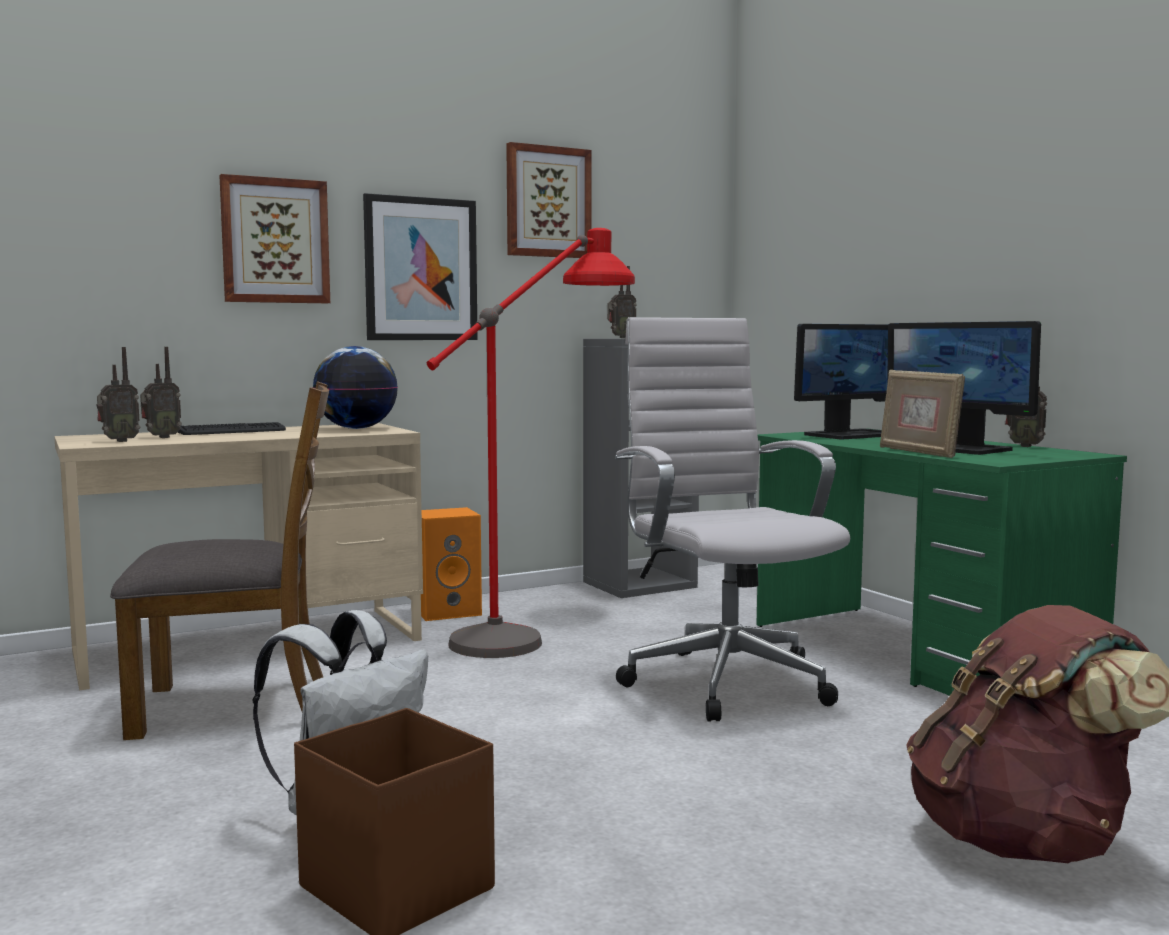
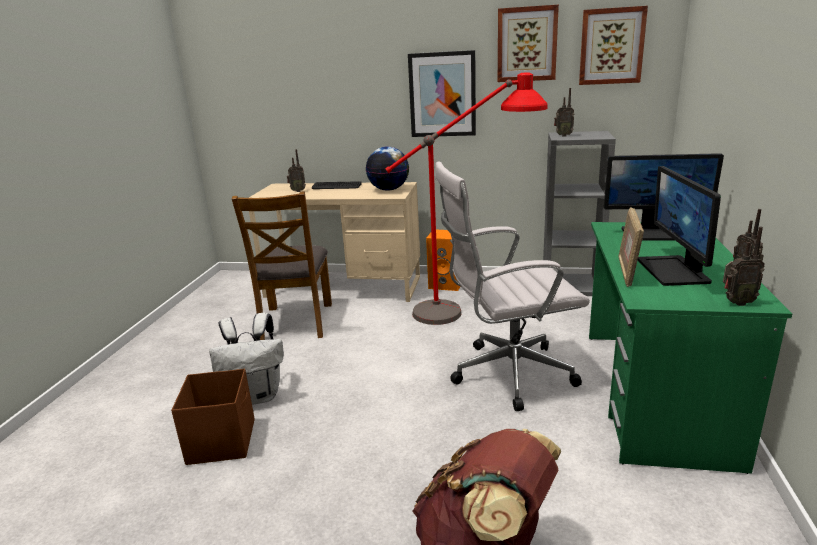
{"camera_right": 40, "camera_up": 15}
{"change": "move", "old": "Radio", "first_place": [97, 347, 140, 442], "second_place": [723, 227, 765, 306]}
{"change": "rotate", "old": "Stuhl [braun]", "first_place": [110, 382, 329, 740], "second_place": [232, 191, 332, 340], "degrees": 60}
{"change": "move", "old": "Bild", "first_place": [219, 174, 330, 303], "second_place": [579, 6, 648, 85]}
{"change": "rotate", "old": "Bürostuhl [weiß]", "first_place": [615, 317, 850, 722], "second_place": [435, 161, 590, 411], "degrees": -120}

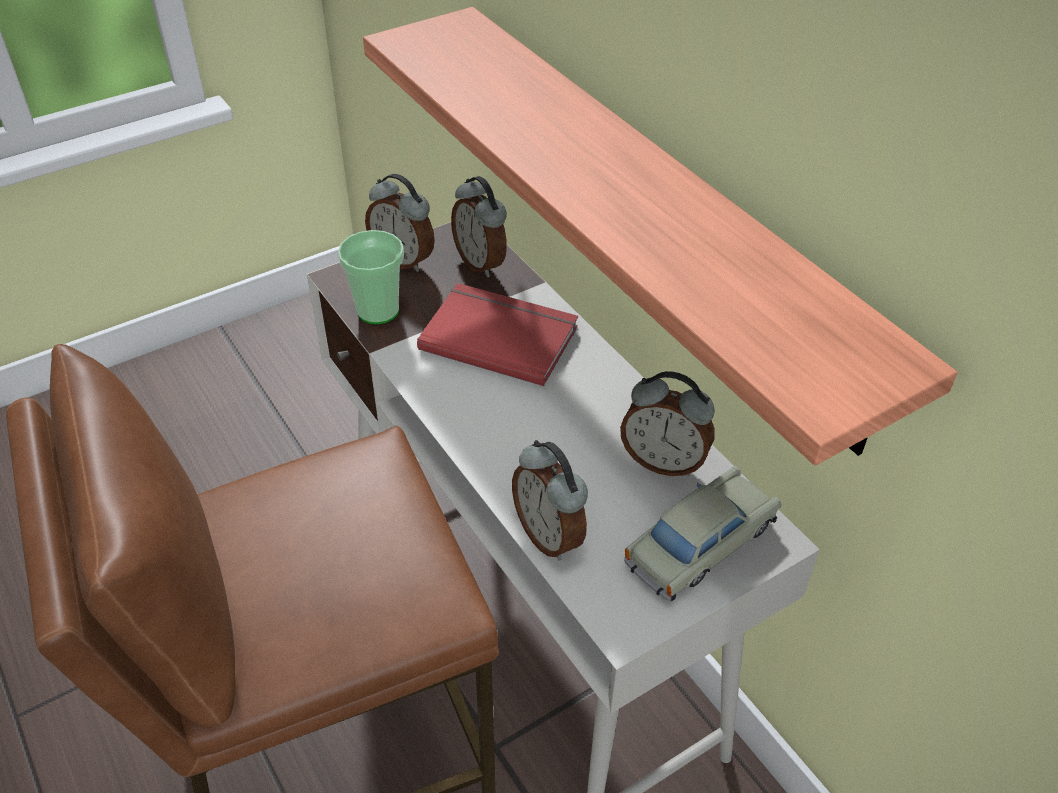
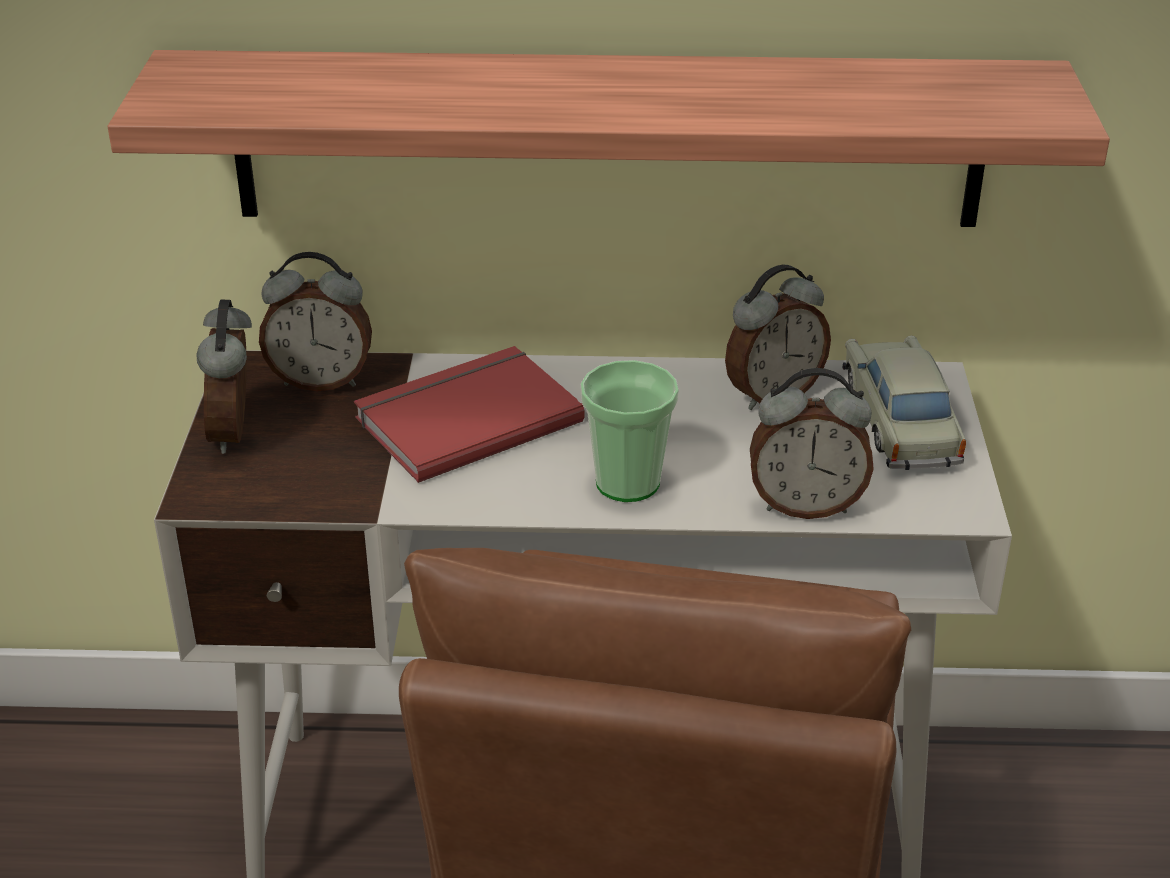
{"camera_right": -55, "camera_up": -10}
{"change": "move", "old": "Tasse", "first_place": [338, 230, 404, 324], "second_place": [580, 360, 679, 502]}
{"change": "rotate", "old": "Wecker", "first_place": [365, 174, 435, 272], "second_place": [196, 299, 252, 454], "degrees": 105}

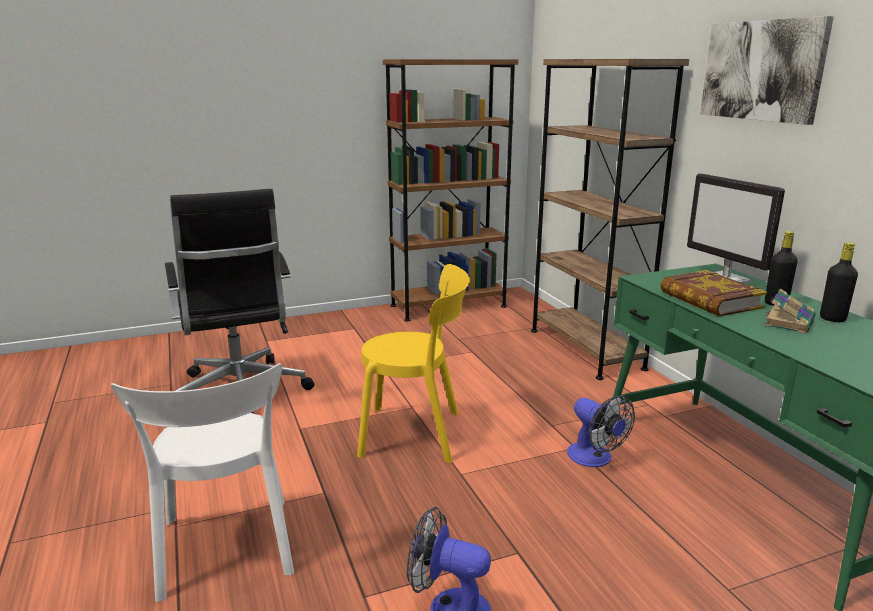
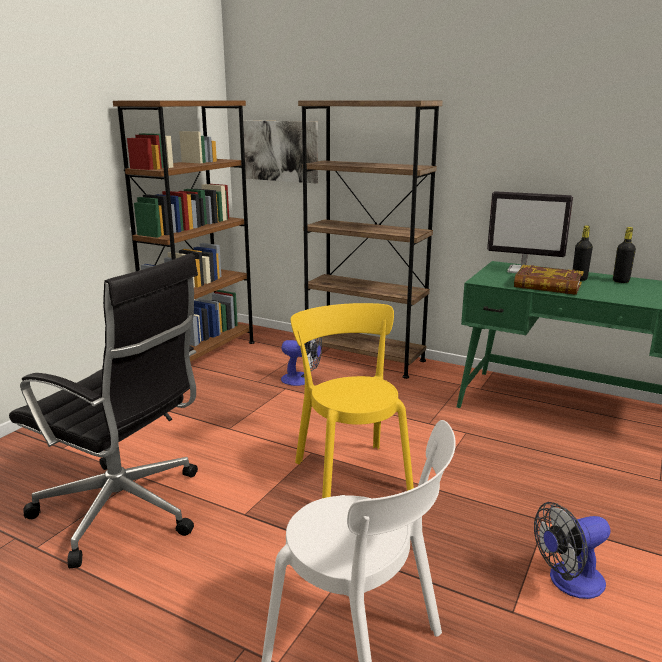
{"camera_right": -40, "camera_up": 0}
{"change": "rotate", "old": "Stuhl [gelb]", "first_place": [357, 264, 470, 463], "second_place": [291, 303, 414, 498], "degrees": -75}
{"change": "move", "old": "Ventilator", "first_place": [567, 396, 635, 467], "second_place": [281, 337, 322, 386]}
{"change": "move", "old": "Bild", "first_place": [700, 16, 834, 125], "second_place": [243, 120, 318, 183]}
{"change": "delete", "old": "Buch", "first_place": [763, 289, 815, 333]}

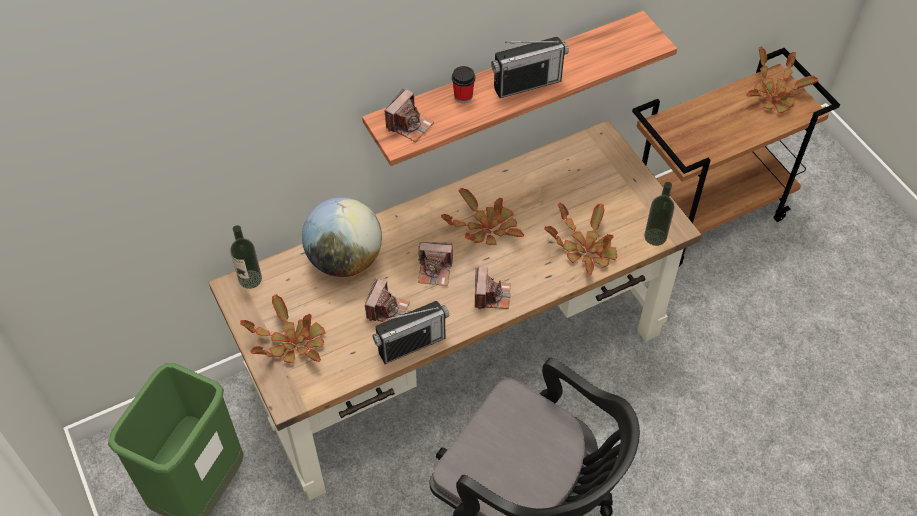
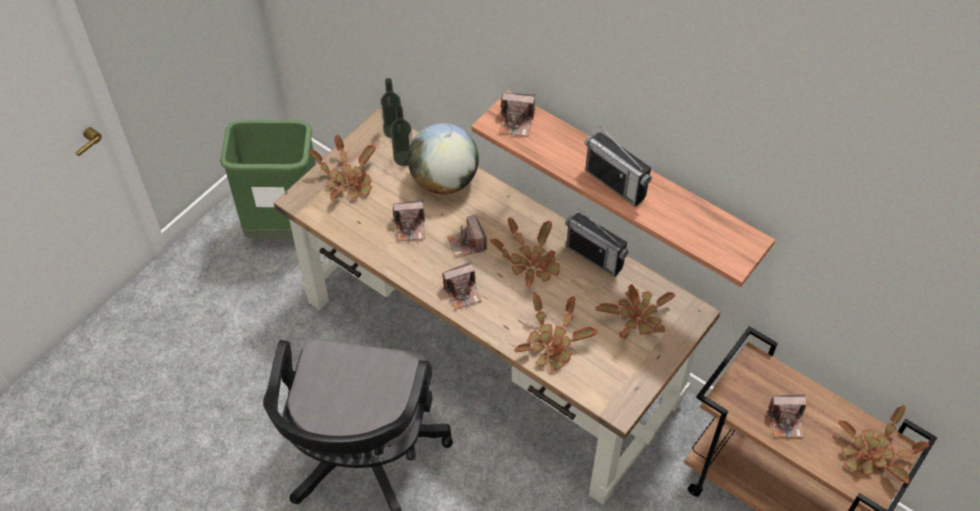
{"camera_right": 65, "camera_up": 0}
{"change": "move", "old": "Radio", "first_place": [372, 301, 449, 364], "second_place": [565, 209, 629, 277]}
{"change": "delete", "old": "Tasse", "first_place": [452, 66, 475, 103]}
{"change": "move", "old": "Flasche", "first_place": [644, 182, 675, 246], "second_place": [391, 106, 413, 166]}
{"change": "insert", "new": "Topfpflanze", "second_place": [596, 284, 675, 339]}
{"change": "insert", "new": "Kamera", "second_place": [767, 394, 807, 438]}

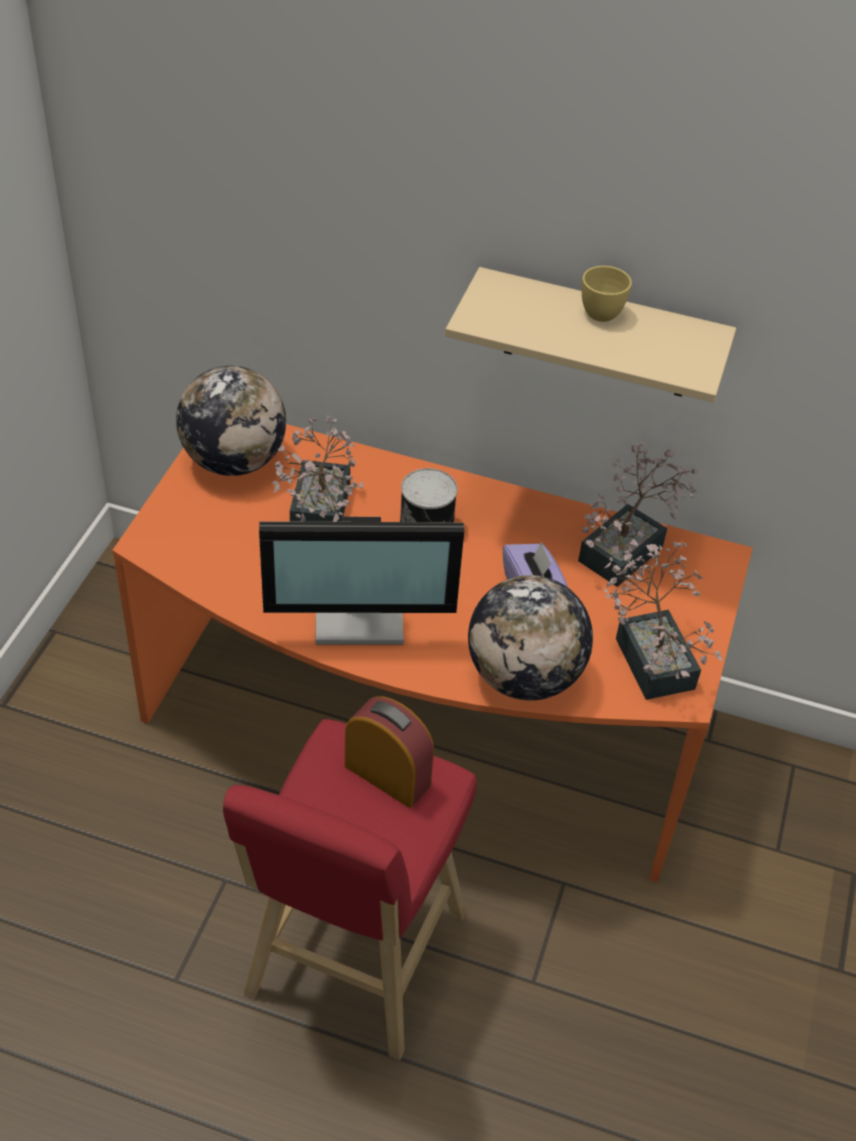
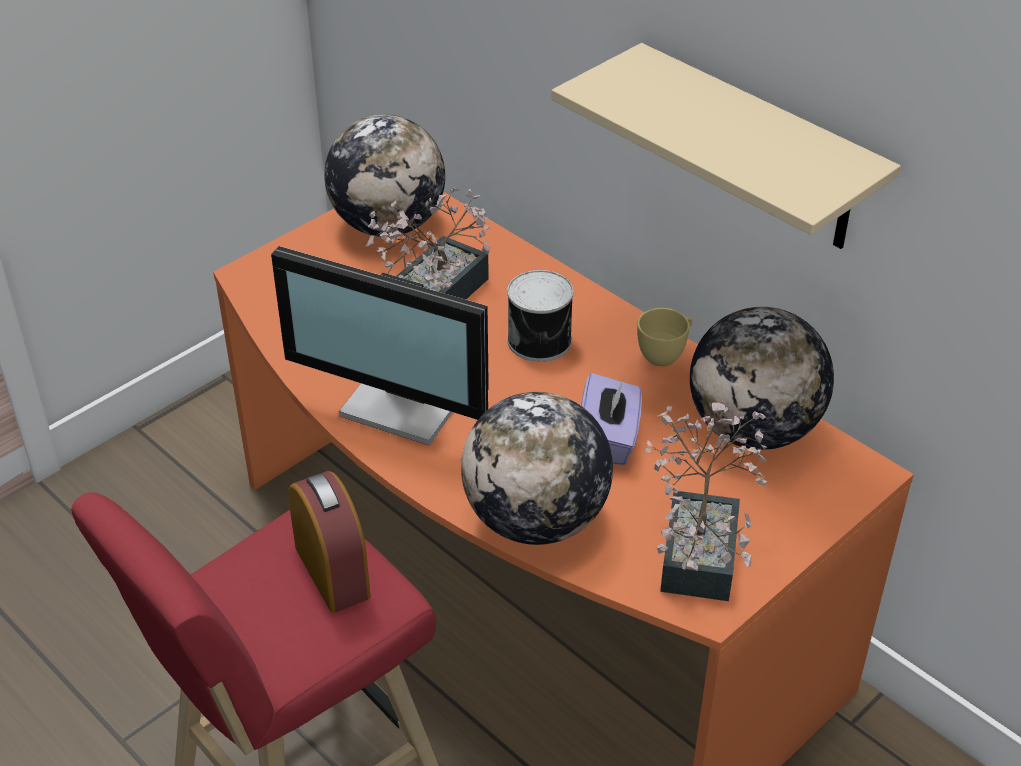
{"camera_right": 30, "camera_up": -5}
{"change": "replace", "old": "Topfpflanze", "new": "Globus", "first_place": [578, 441, 698, 587], "second_place": [690, 307, 834, 450]}
{"change": "move", "old": "Tasse [gelb]", "first_place": [582, 266, 632, 322], "second_place": [637, 308, 692, 366]}

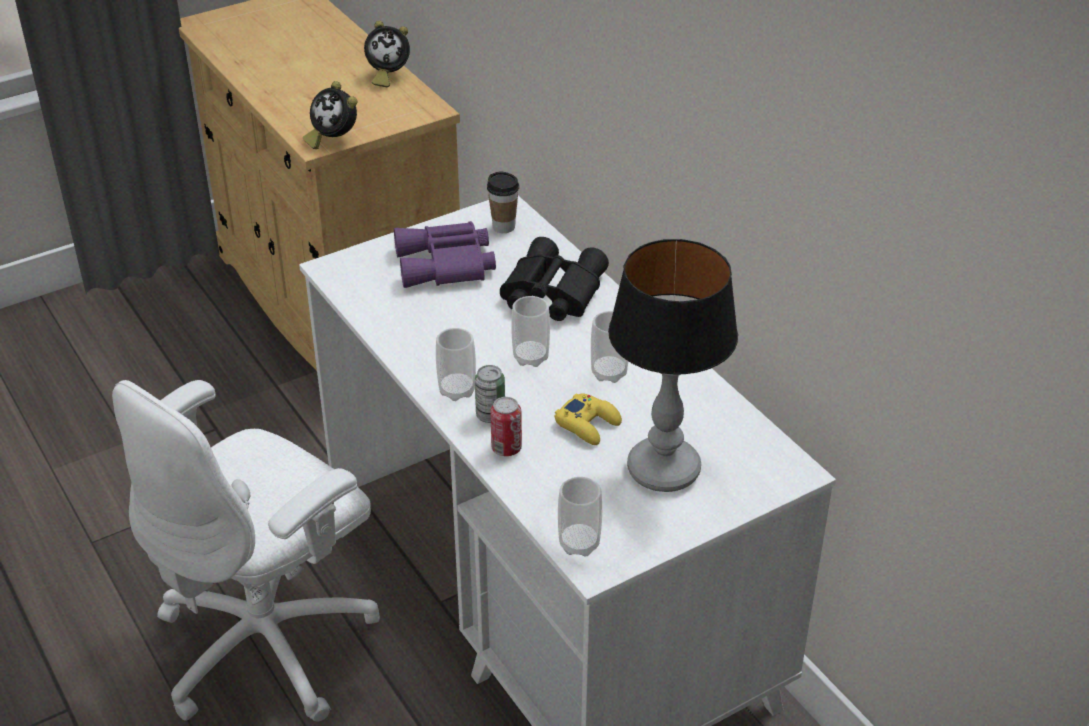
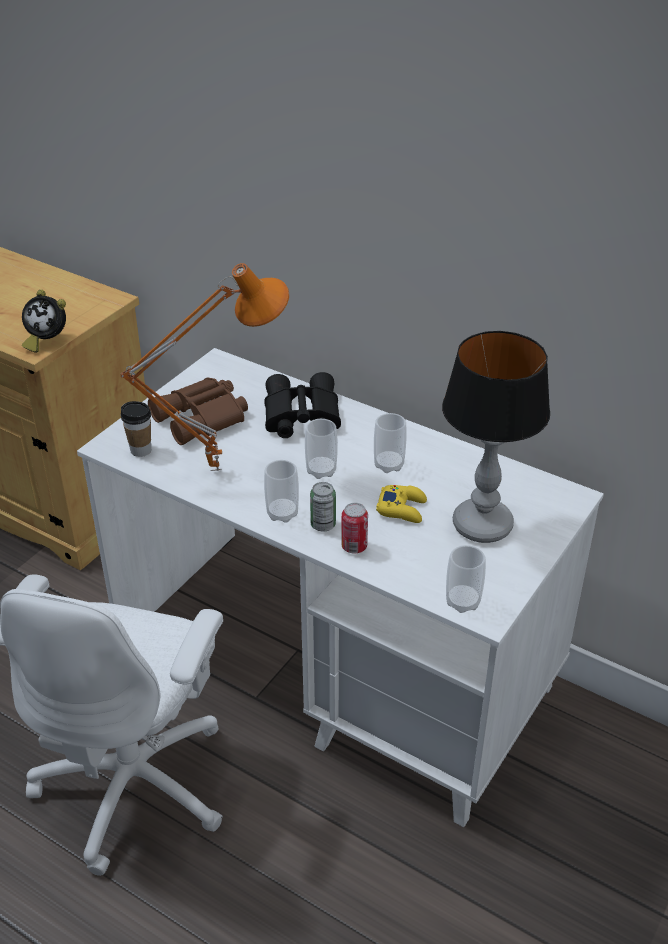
{"camera_right": -25, "camera_up": 0}
{"change": "delete", "old": "Wecker", "first_place": [364, 21, 410, 87]}
{"change": "recolor", "old": "Fernglas [lila]", "new": "Fernglas [braun]", "first_place": [394, 221, 496, 288], "second_place": [148, 378, 248, 445]}
{"change": "move", "old": "Tasse", "first_place": [487, 172, 519, 233], "second_place": [121, 401, 151, 457]}
{"change": "insert", "new": "Tischlampe [orange]", "second_place": [121, 263, 289, 471]}

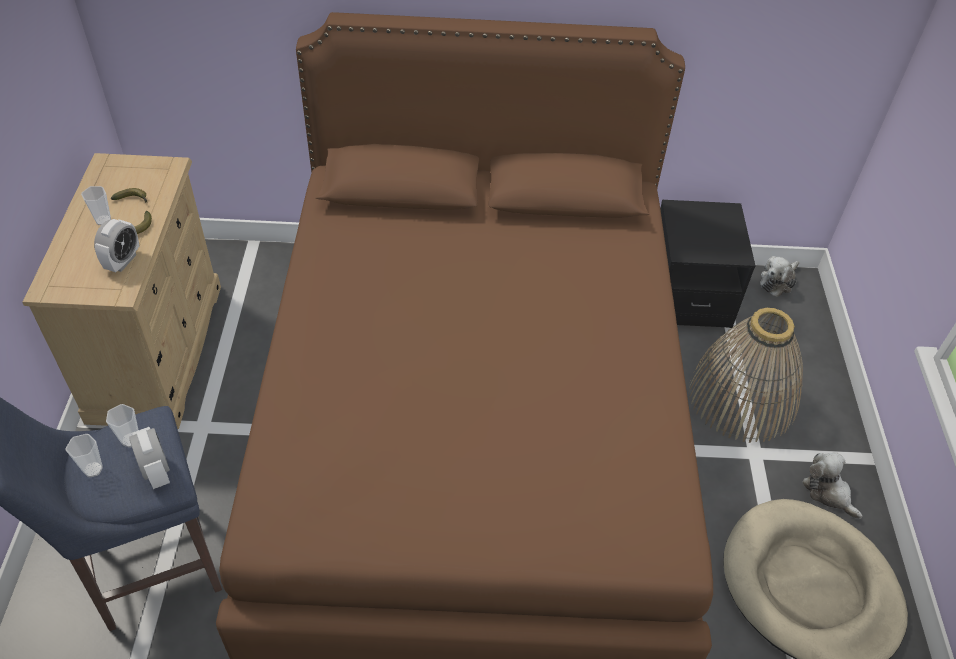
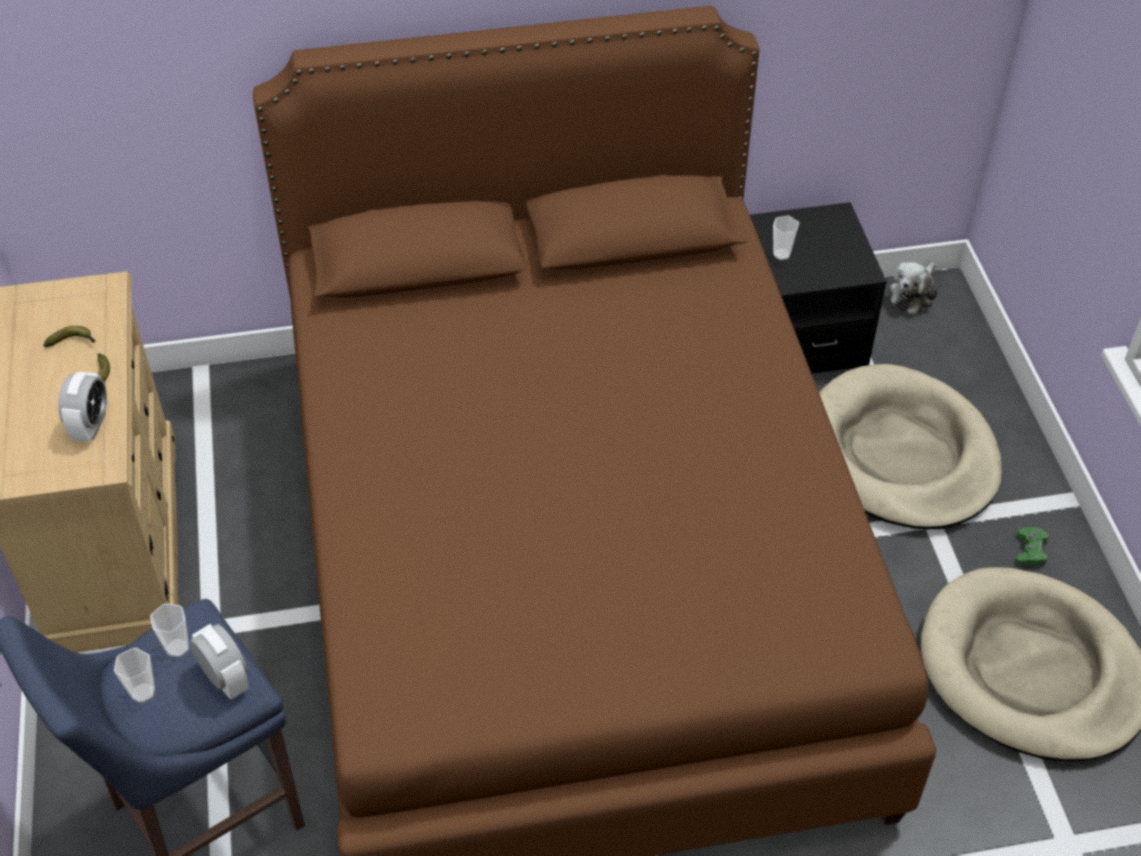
{"camera_right": -10, "camera_up": 0}
{"change": "move", "old": "Tasse", "first_place": [81, 186, 111, 225], "second_place": [773, 216, 799, 260]}
{"change": "replace", "old": "Korb", "new": "Hundebett [beige]", "first_place": [688, 307, 803, 443], "second_place": [819, 364, 1002, 529]}
{"change": "replace", "old": "Plüschtier", "new": "Gamepad [grün]", "first_place": [802, 452, 862, 519], "second_place": [1015, 527, 1048, 566]}

